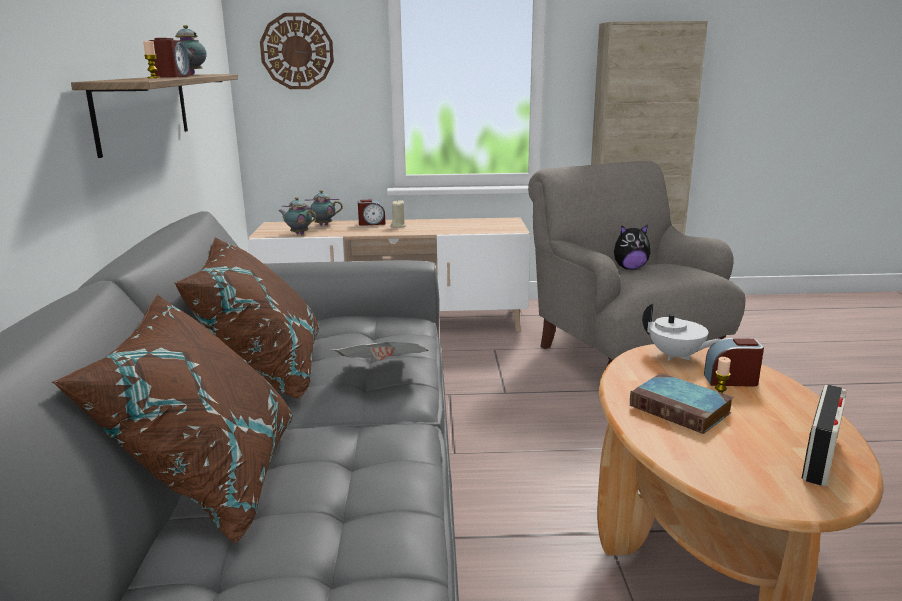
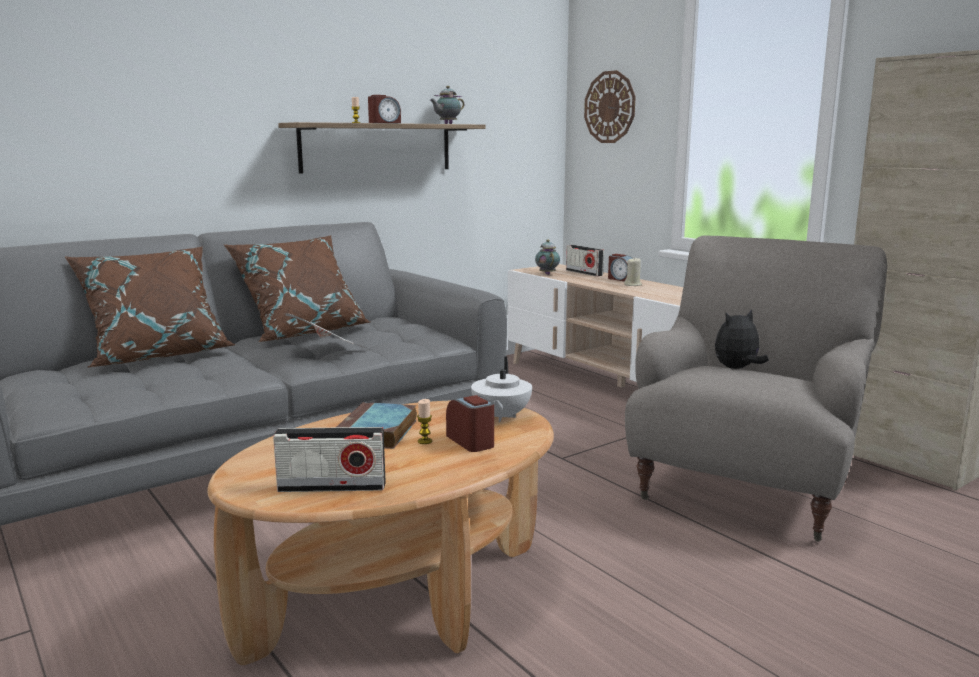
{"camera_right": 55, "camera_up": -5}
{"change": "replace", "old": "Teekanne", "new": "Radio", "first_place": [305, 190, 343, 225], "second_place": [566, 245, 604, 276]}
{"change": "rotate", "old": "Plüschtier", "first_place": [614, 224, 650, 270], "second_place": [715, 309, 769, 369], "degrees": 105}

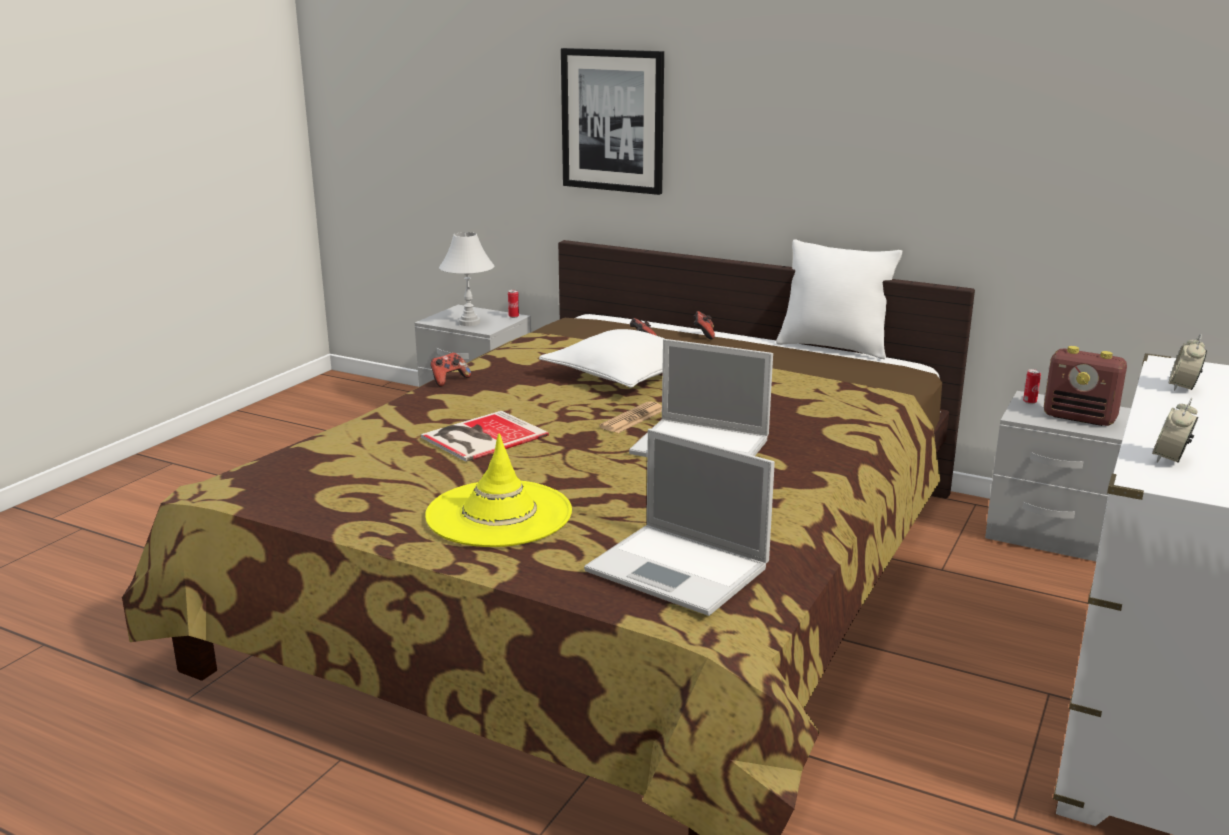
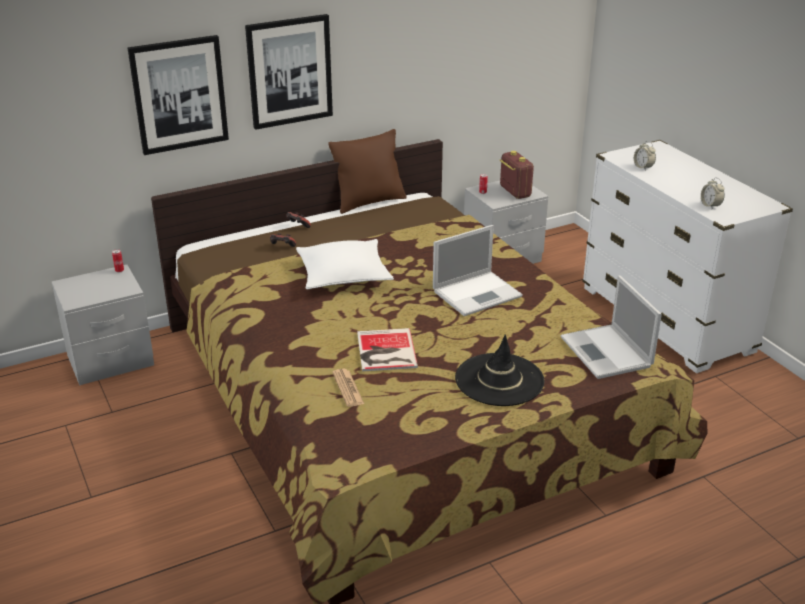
{"camera_right": -55, "camera_up": 10}
{"change": "recolor", "old": "Hut [gelb]", "new": "Hut [schwarz]", "first_place": [425, 433, 572, 547], "second_place": [455, 334, 544, 406]}
{"change": "delete", "old": "Gamepad", "first_place": [430, 353, 471, 387]}
{"change": "delete", "old": "Tischlampe [weiß]", "first_place": [439, 232, 494, 326]}
{"change": "rotate", "old": "Laptop", "first_place": [584, 429, 775, 616], "second_place": [561, 276, 662, 379], "degrees": 90}
{"change": "move", "old": "Zeitung", "first_place": [599, 401, 662, 433], "second_place": [332, 369, 364, 407]}
{"change": "recolor", "old": "Kissen [weiß]", "new": "Kissen [braun]", "first_place": [776, 239, 902, 359], "second_place": [328, 129, 407, 214]}
{"change": "rotate", "old": "Radio", "first_place": [1044, 346, 1127, 426], "second_place": [500, 151, 534, 199], "degrees": -90}
{"change": "insert", "new": "Bild", "second_place": [245, 14, 333, 130]}

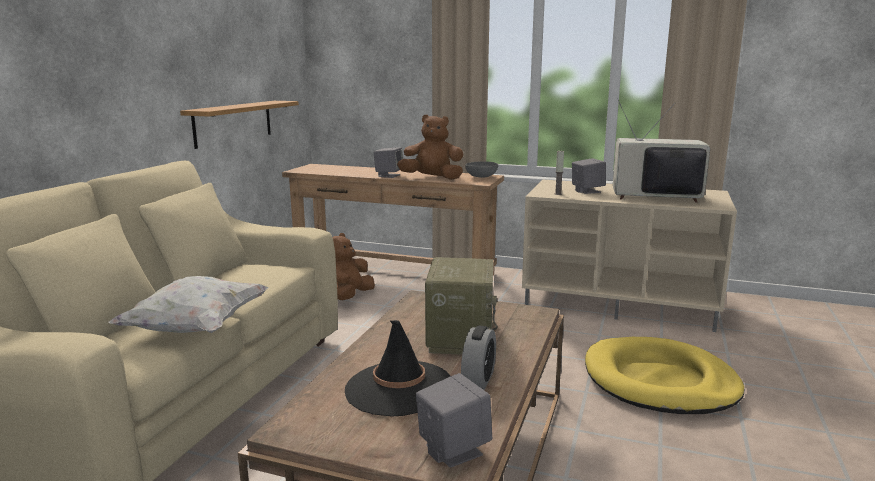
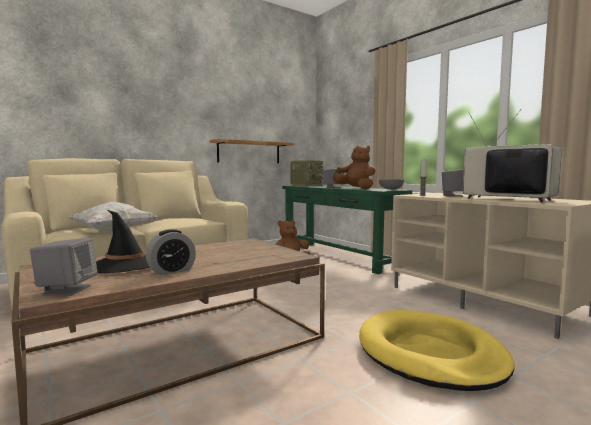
{"camera_right": 35, "camera_up": -10}
{"change": "recolor", "old": "Konsolentisch [braun]", "new": "Konsolentisch [grün]", "first_place": [282, 164, 504, 275], "second_place": [282, 186, 412, 274]}
{"change": "move", "old": "Radio", "first_place": [425, 257, 498, 355], "second_place": [290, 160, 324, 187]}

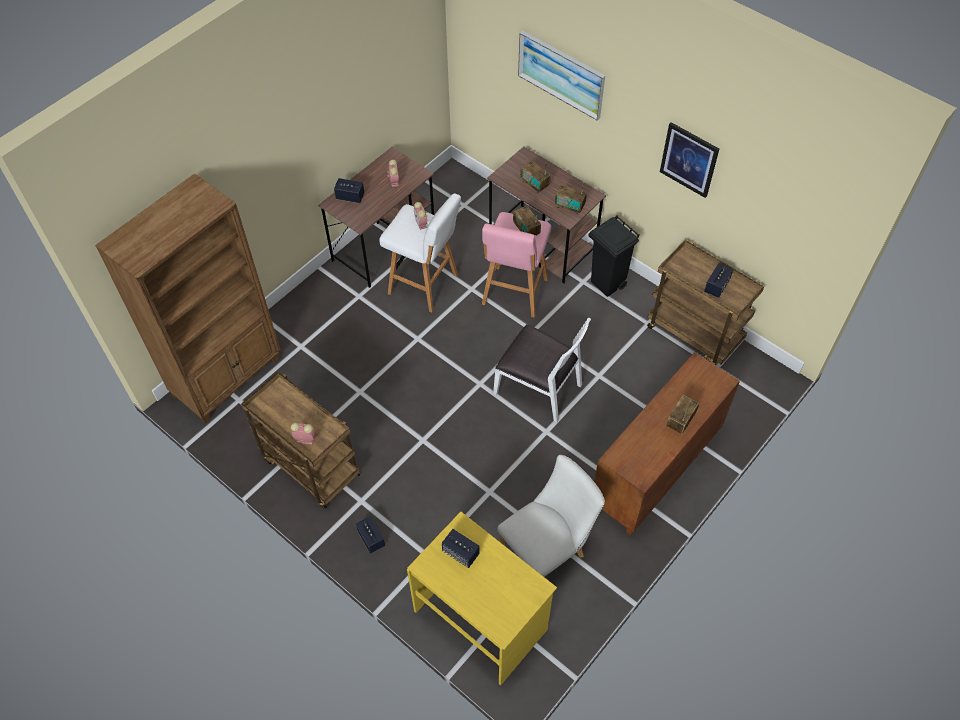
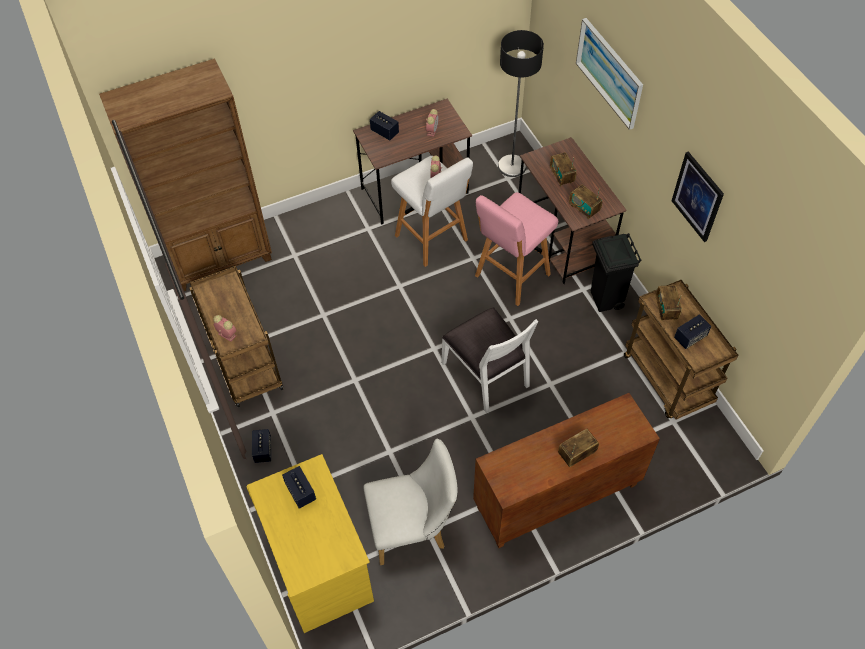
{"camera_right": 25, "camera_up": 0}
{"change": "move", "old": "Radio", "first_place": [513, 206, 541, 236], "second_place": [656, 285, 682, 321]}
{"change": "insert", "new": "Stehlampe", "second_place": [498, 30, 544, 177]}

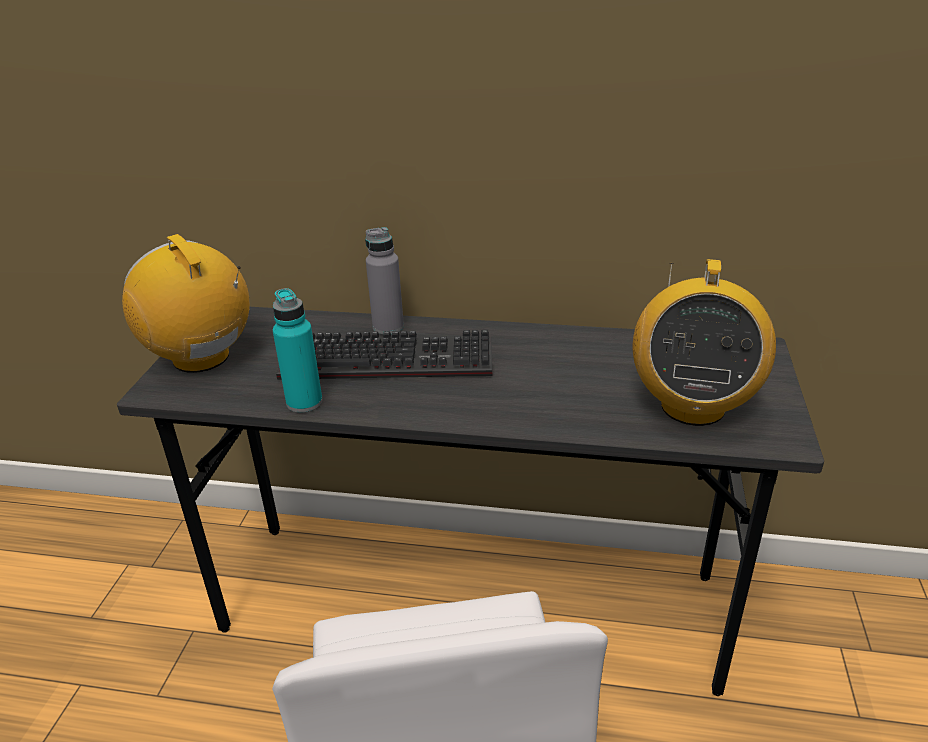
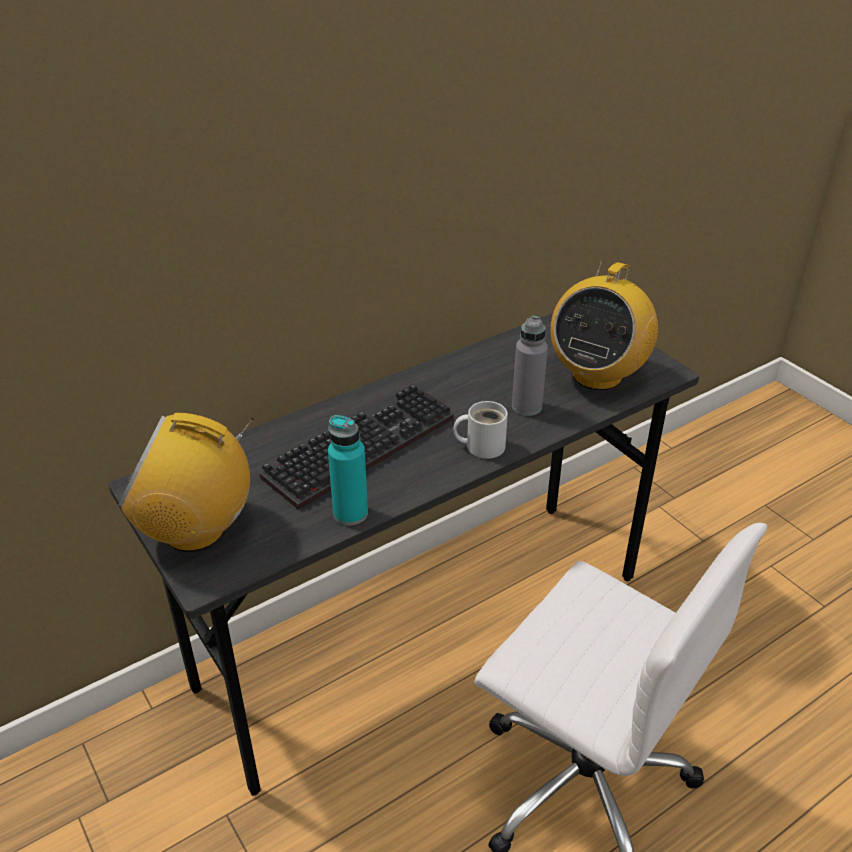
{"camera_right": -45, "camera_up": 5}
{"change": "move", "old": "Flasche [grau]", "first_place": [365, 227, 404, 334], "second_place": [512, 316, 548, 416]}
{"change": "rotate", "old": "Radio", "first_place": [632, 259, 776, 426], "second_place": [550, 261, 658, 390], "degrees": 60}
{"change": "insert", "new": "Henkelbecher [weiß]", "second_place": [454, 401, 508, 459]}

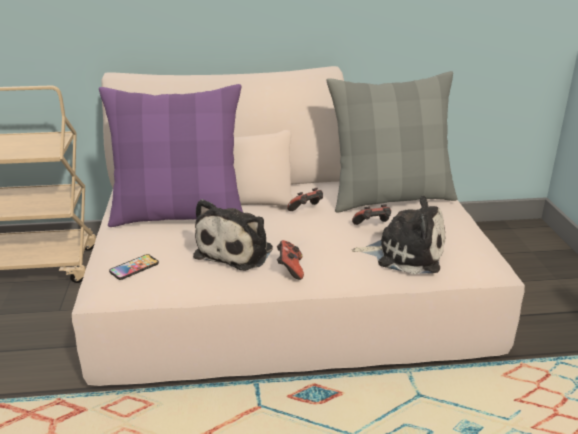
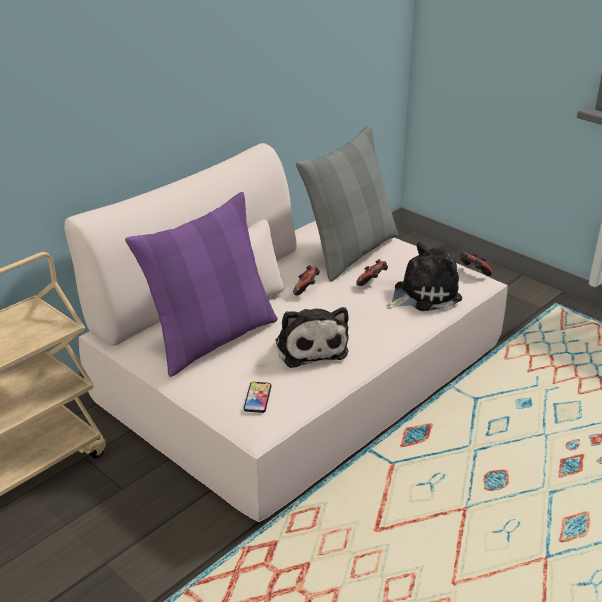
{"camera_right": -40, "camera_up": 5}
{"change": "move", "old": "Gamepad", "first_place": [277, 240, 304, 280], "second_place": [460, 252, 492, 276]}

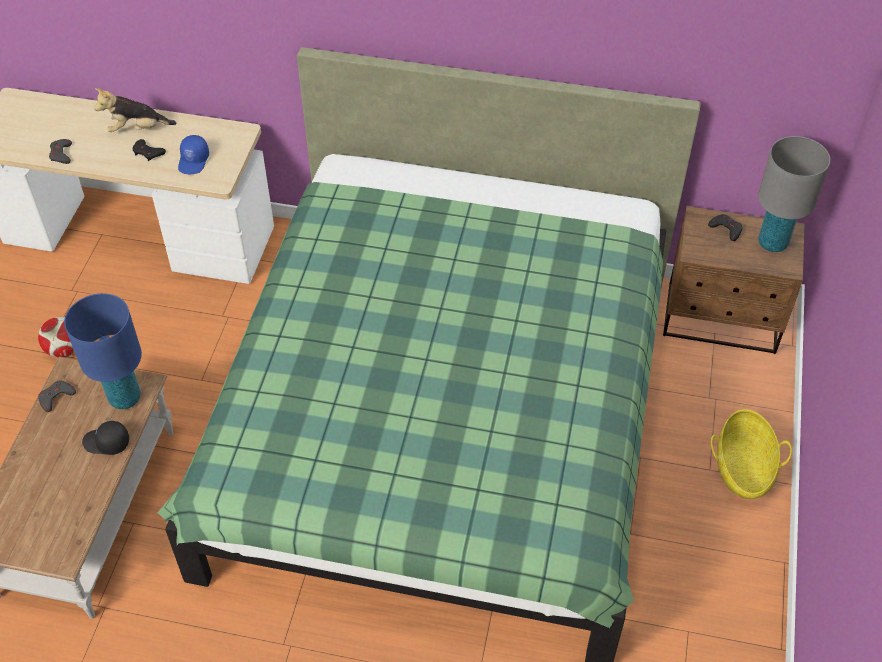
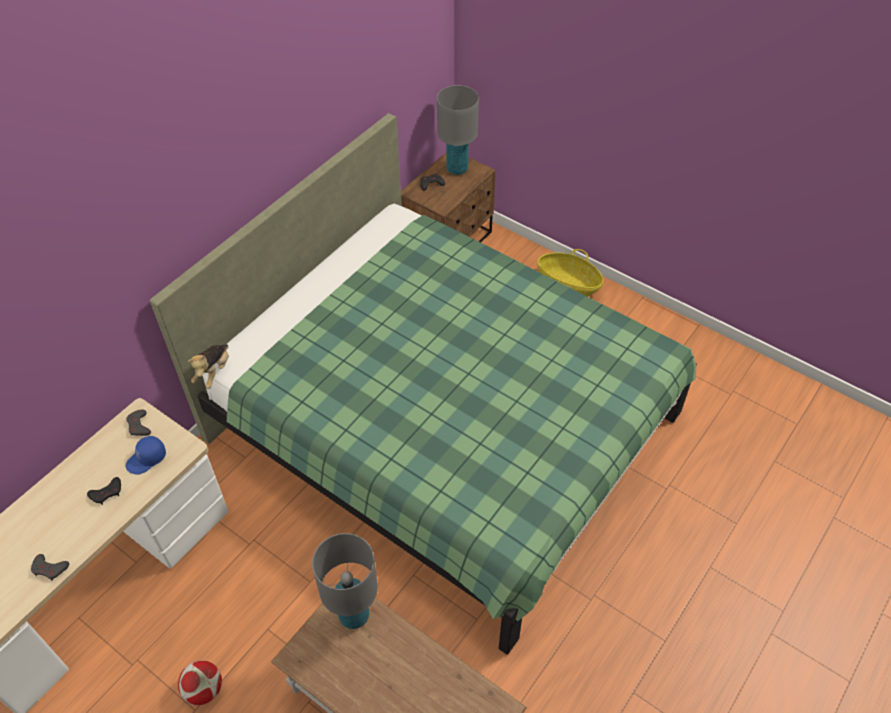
{"camera_right": -65, "camera_up": 0}
{"change": "move", "old": "Gamepad [grau]", "first_place": [38, 380, 76, 412], "second_place": [126, 409, 151, 436]}
{"change": "recolor", "old": "Tischlampe [blau]", "new": "Tischlampe [grau]", "first_place": [64, 293, 142, 409], "second_place": [312, 533, 378, 629]}
{"change": "delete", "old": "Kappe [schwarz]", "first_place": [82, 421, 129, 455]}
{"change": "move", "old": "Plüschtier", "first_place": [94, 88, 177, 132], "second_place": [188, 344, 229, 389]}
{"change": "rotate", "old": "Kappe [blau]", "first_place": [178, 135, 209, 174], "second_place": [125, 436, 166, 475], "degrees": 105}

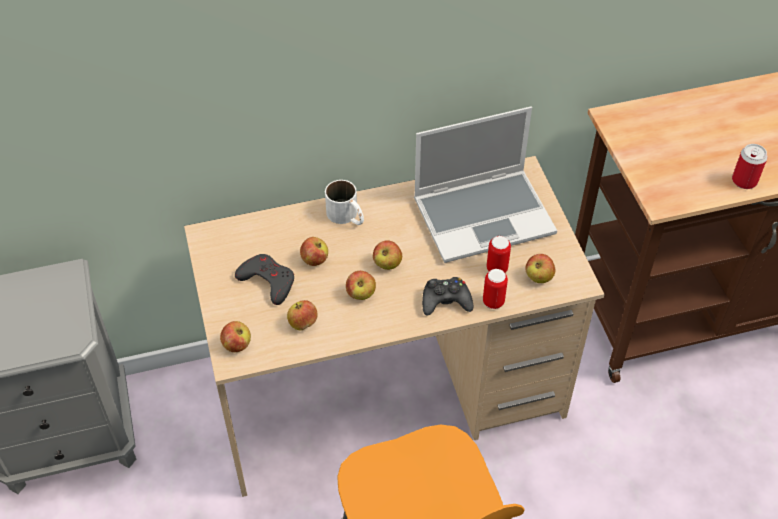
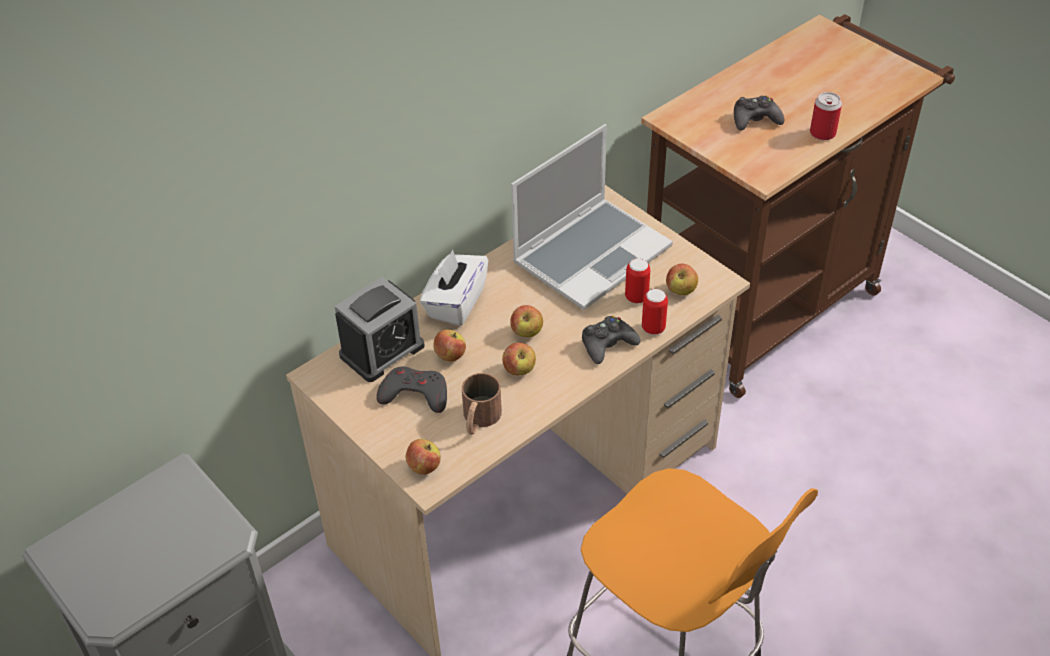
{"camera_right": -25, "camera_up": -5}
{"change": "replace", "old": "Apfel", "new": "Henkelbecher [braun]", "first_place": [287, 300, 318, 330], "second_place": [462, 373, 502, 435]}
{"change": "replace", "old": "Henkelbecher [weiß]", "new": "Taschentuchbox [weiß]", "first_place": [325, 180, 364, 225], "second_place": [420, 250, 488, 326]}
{"change": "insert", "new": "Wecker", "second_place": [335, 277, 425, 382]}
{"change": "insert", "new": "Gamepad [schwarz]", "second_place": [734, 96, 784, 131]}

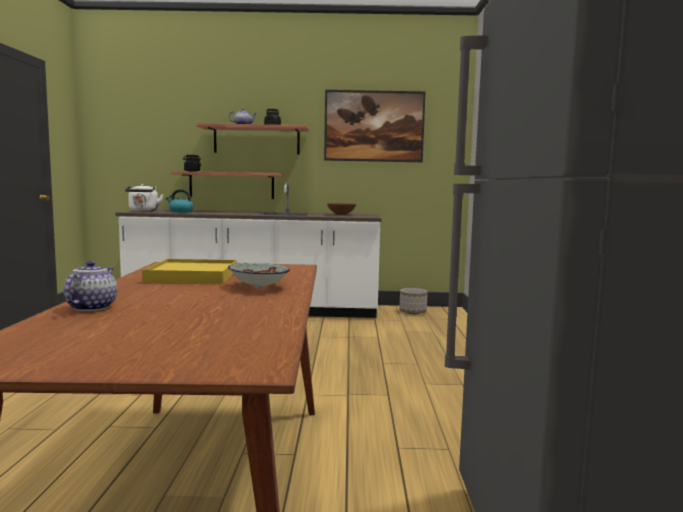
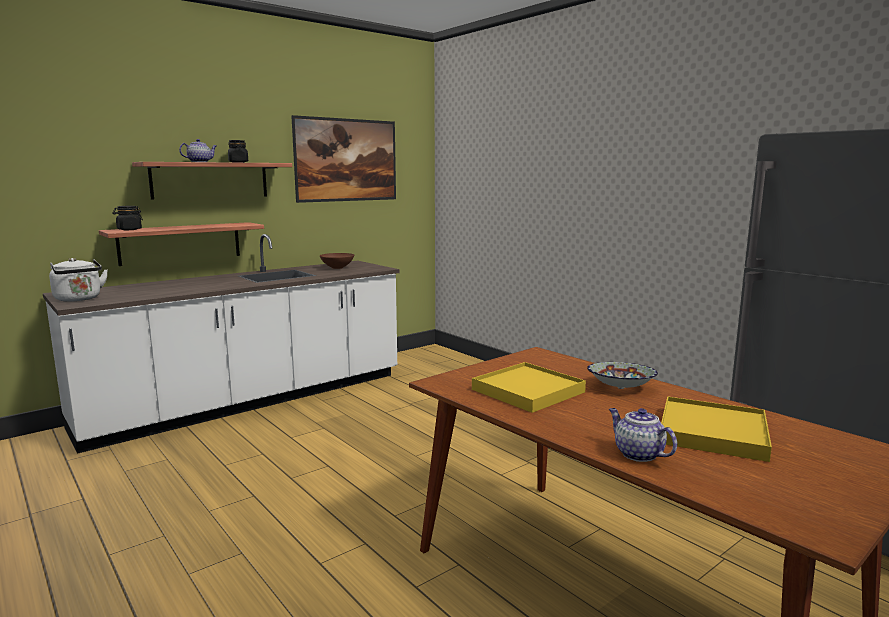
{"camera_right": -40, "camera_up": 5}
{"change": "delete", "old": "Wasserkessel", "first_place": [166, 189, 194, 213]}
{"change": "delete", "old": "Pflanzkübel", "first_place": [399, 288, 428, 314]}
{"change": "insert", "new": "Tablett [gelb]", "second_place": [661, 396, 772, 462]}

